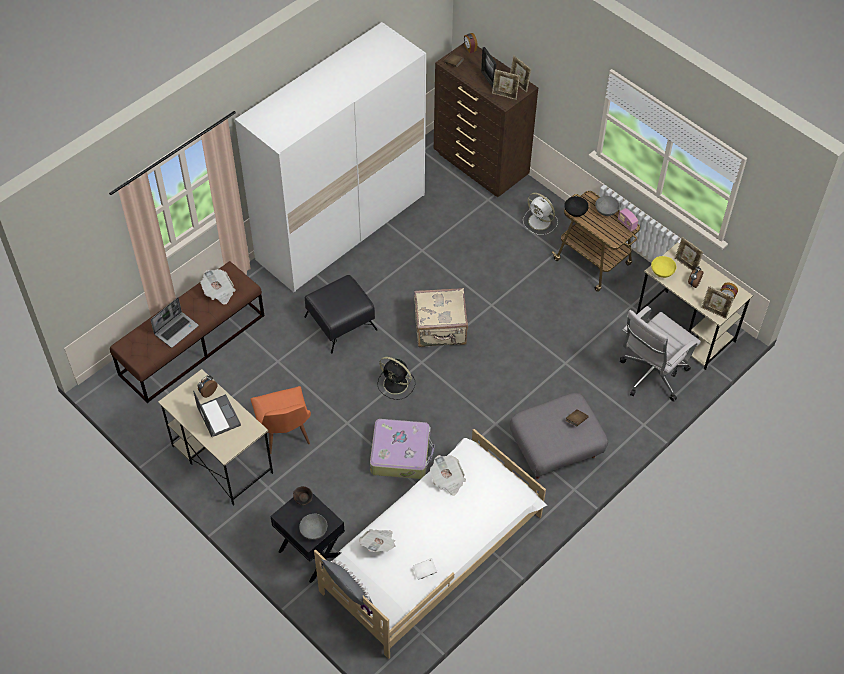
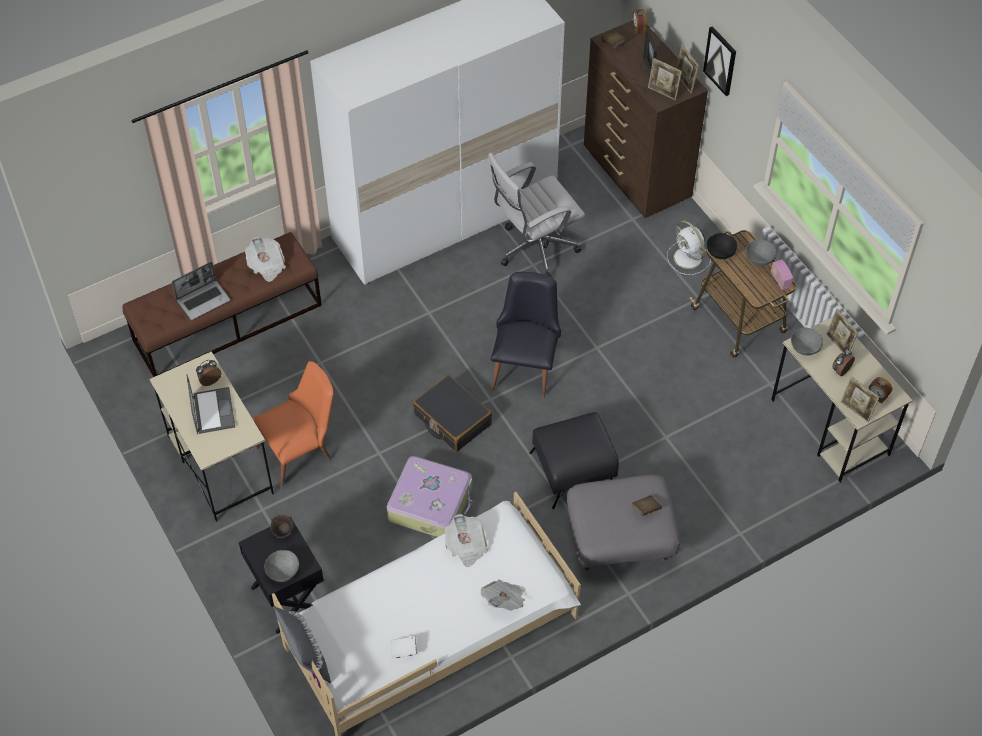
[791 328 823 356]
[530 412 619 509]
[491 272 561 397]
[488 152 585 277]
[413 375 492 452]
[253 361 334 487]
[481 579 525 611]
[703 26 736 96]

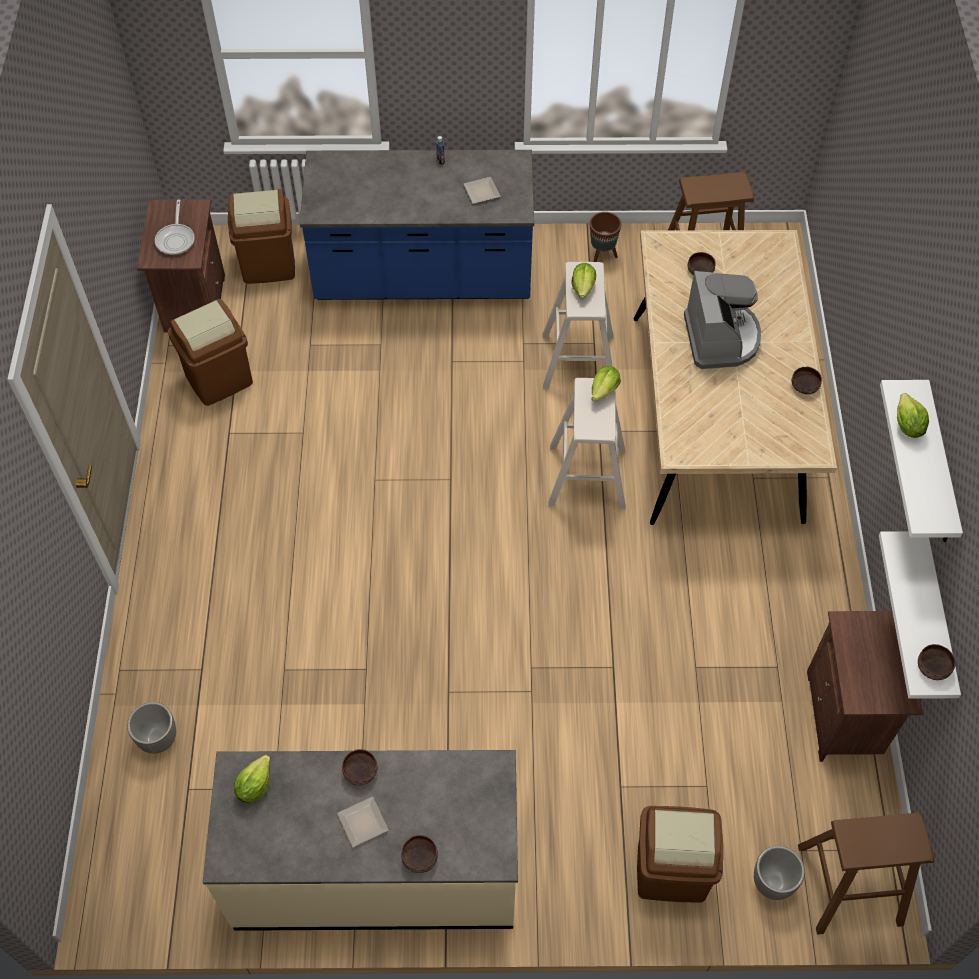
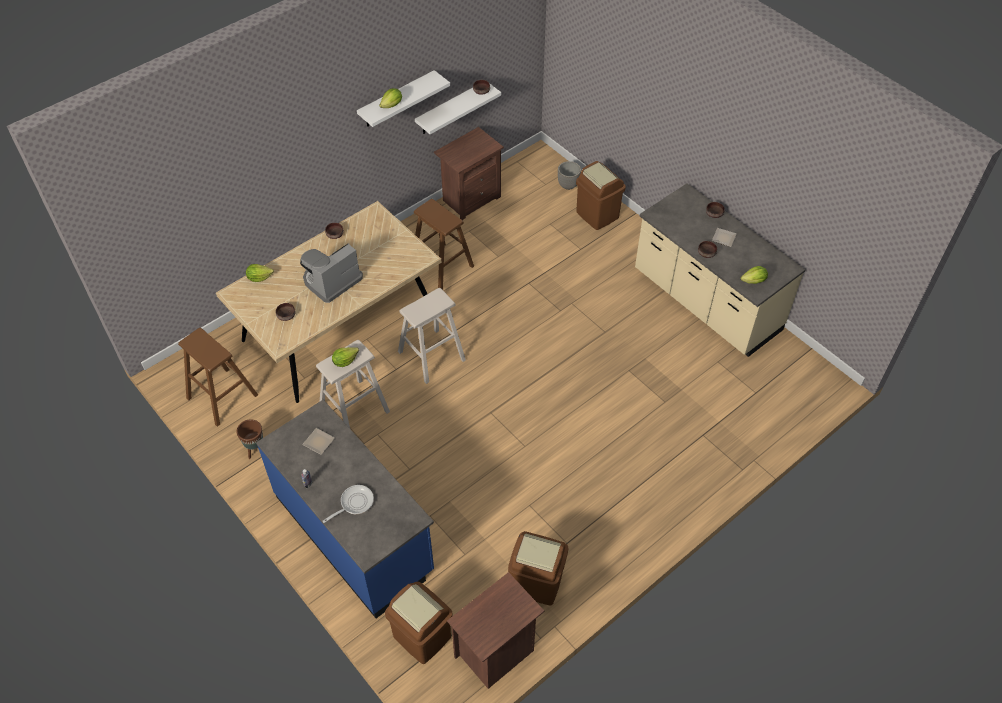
[322 485 374 523]
[246 264 274 282]
[127 702 176 754] (first image)
[414 199 474 290]

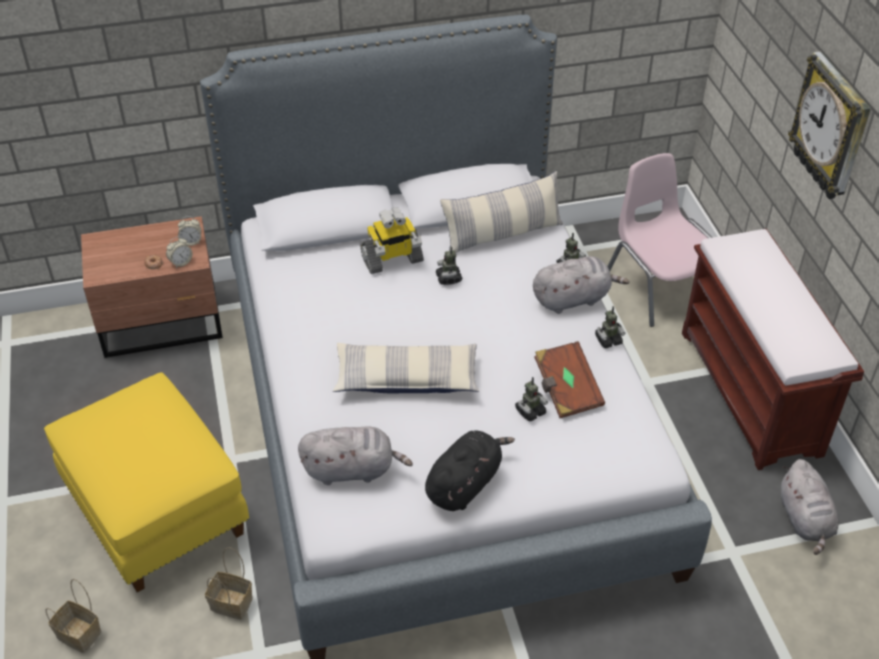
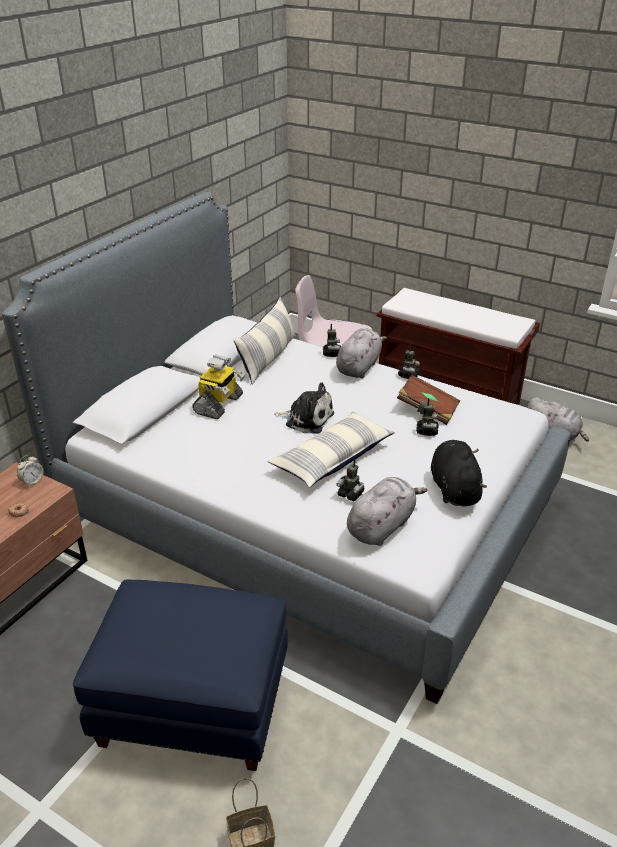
[788 52 871 199] (first image)
[166 236 192 268] (first image)
[337 459 364 501]
[73 580 288 771]
[205 547 253 619] (first image)
[274 382 334 434]

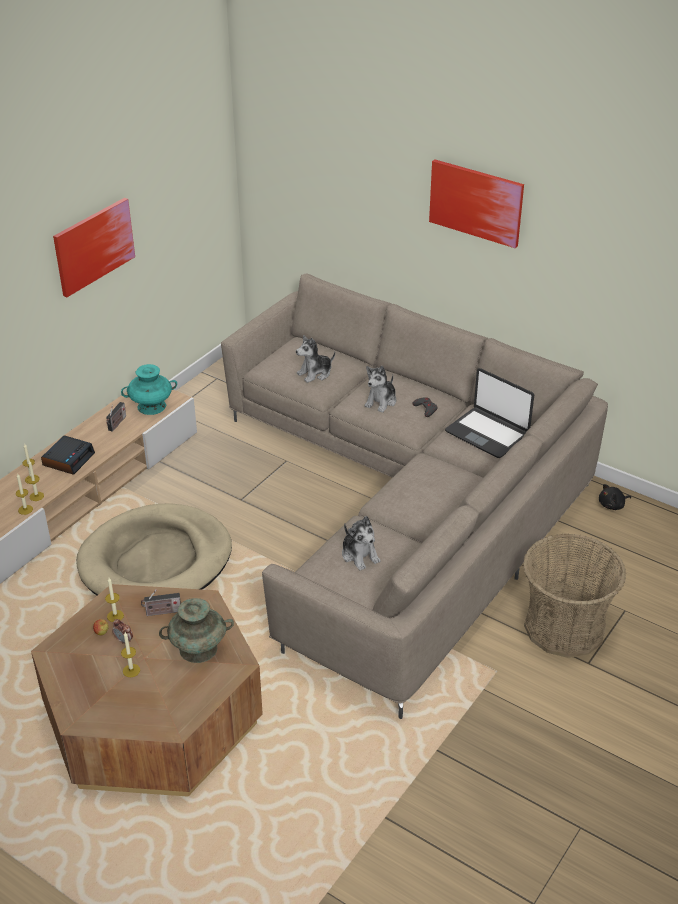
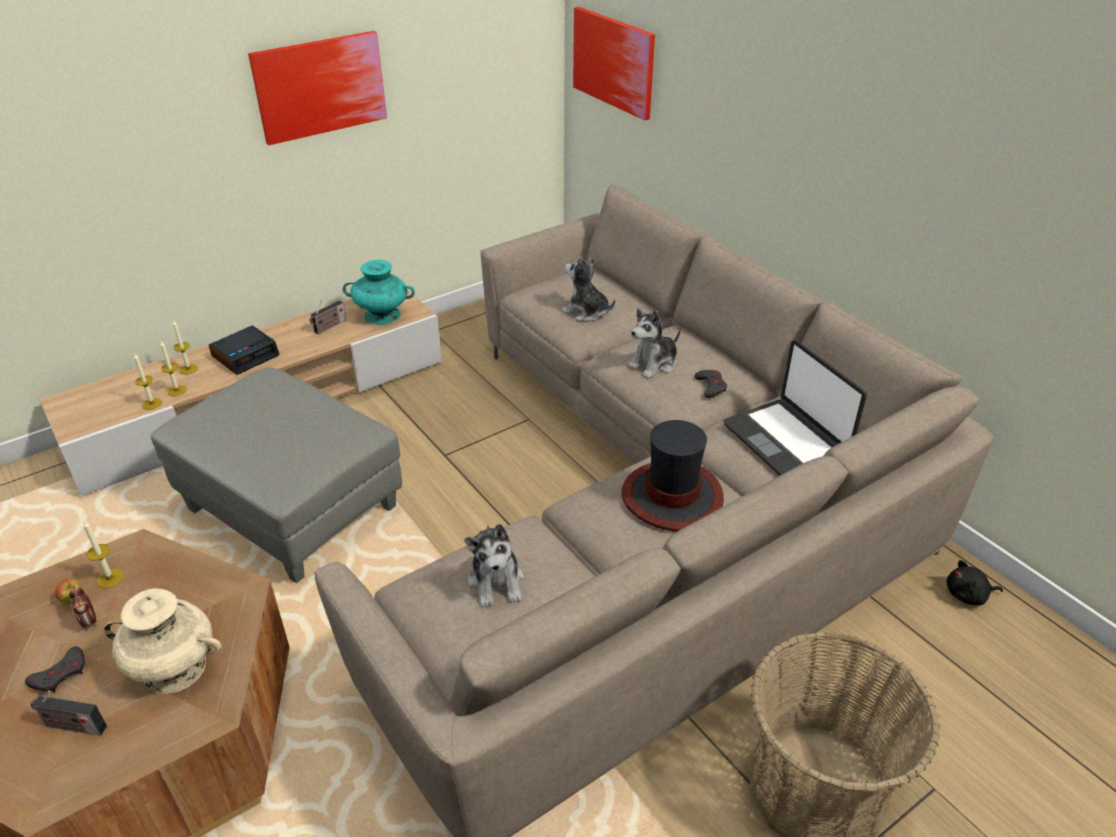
[573 7 655 120]
[562 255 615 322]
[151 367 402 583]
[30 691 107 736]
[104 588 222 694]
[25 646 85 693]
[622 420 724 531]

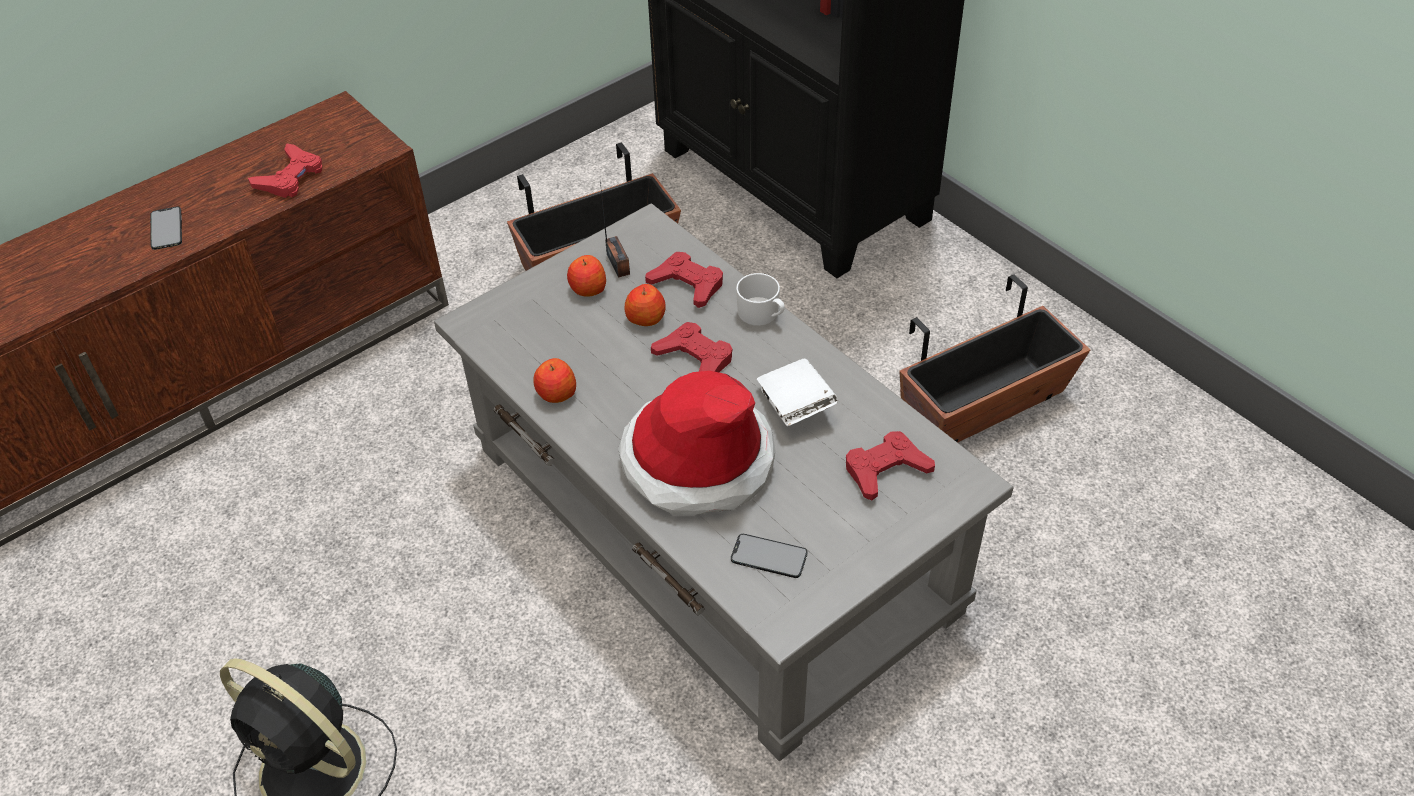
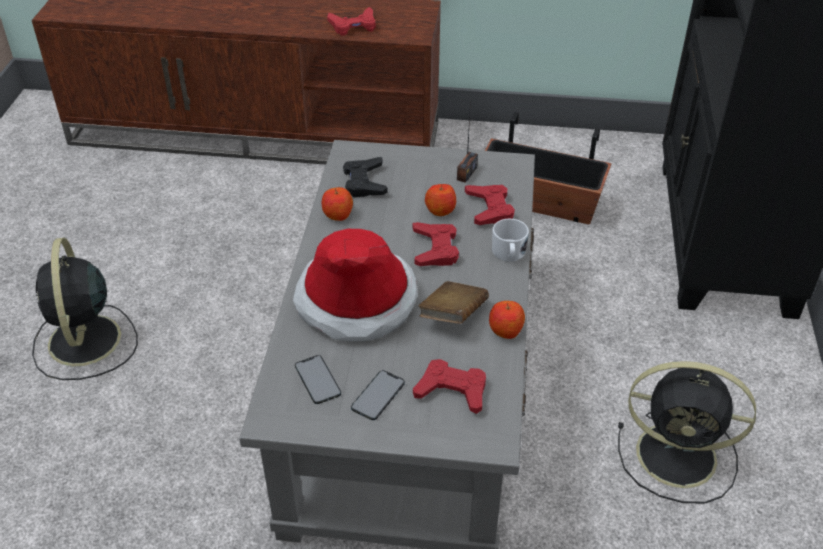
[351 370 405 420]
[489 301 525 339]
[618 361 756 504]
[418 281 489 324]
[343 157 388 197]

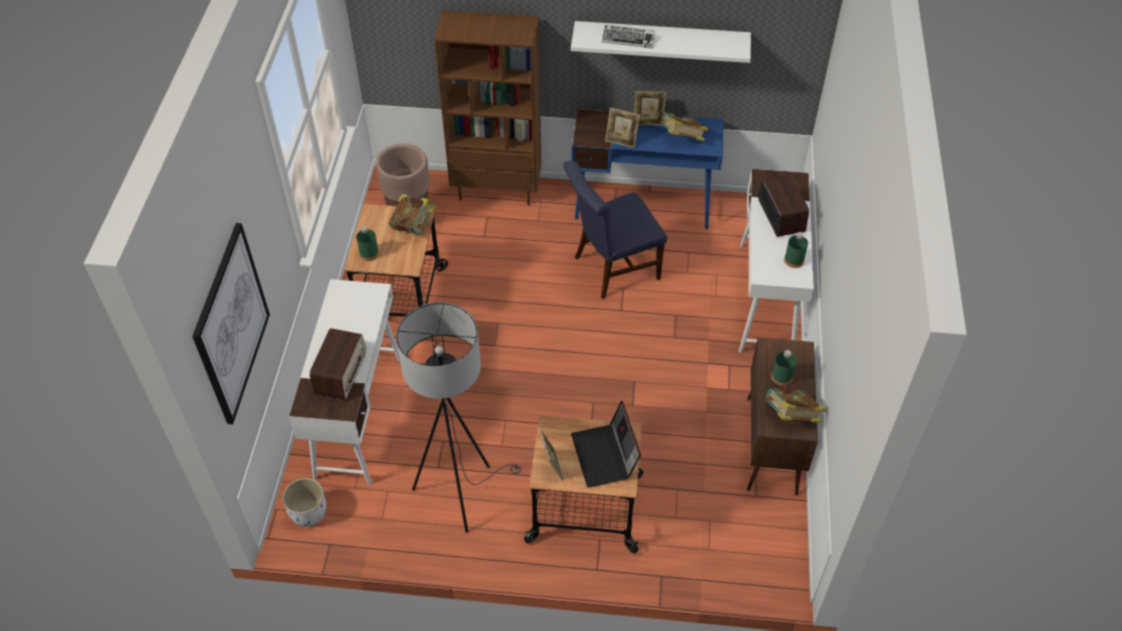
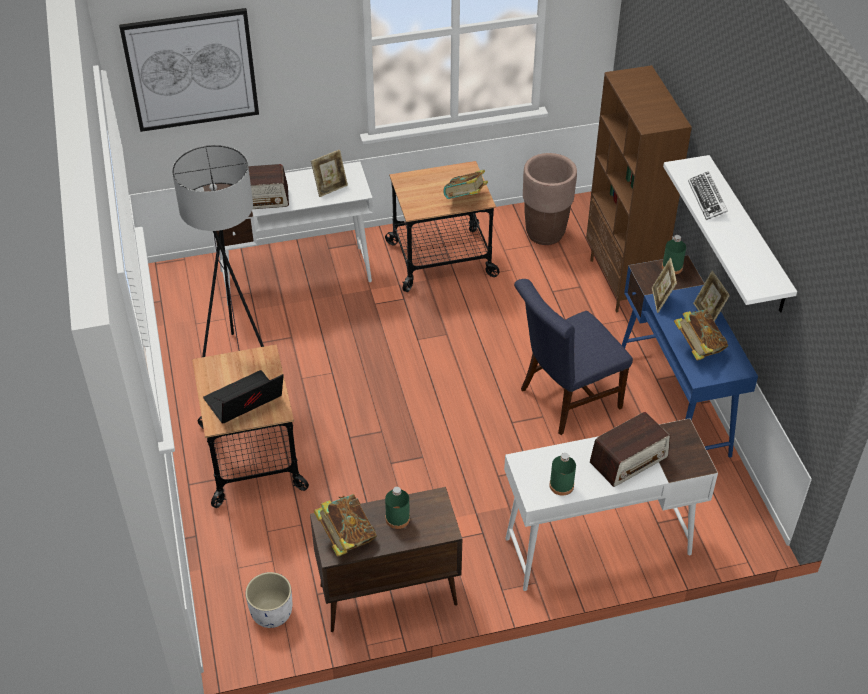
[514 279 633 435]
[662 235 686 274]
[311 150 348 197]
[245 572 292 628]

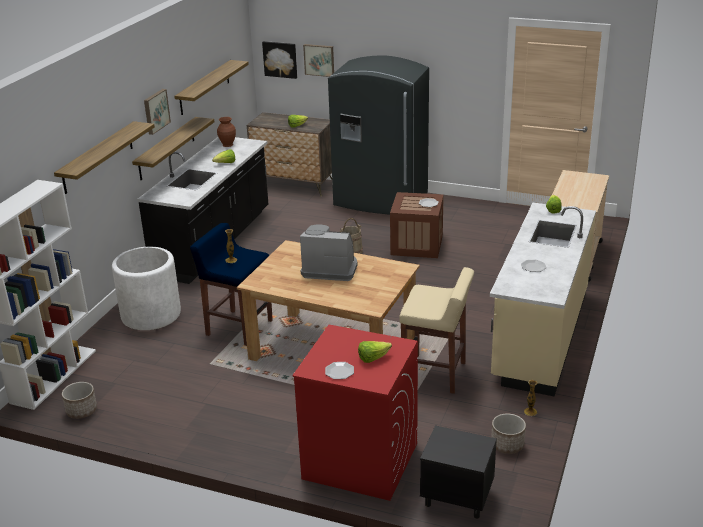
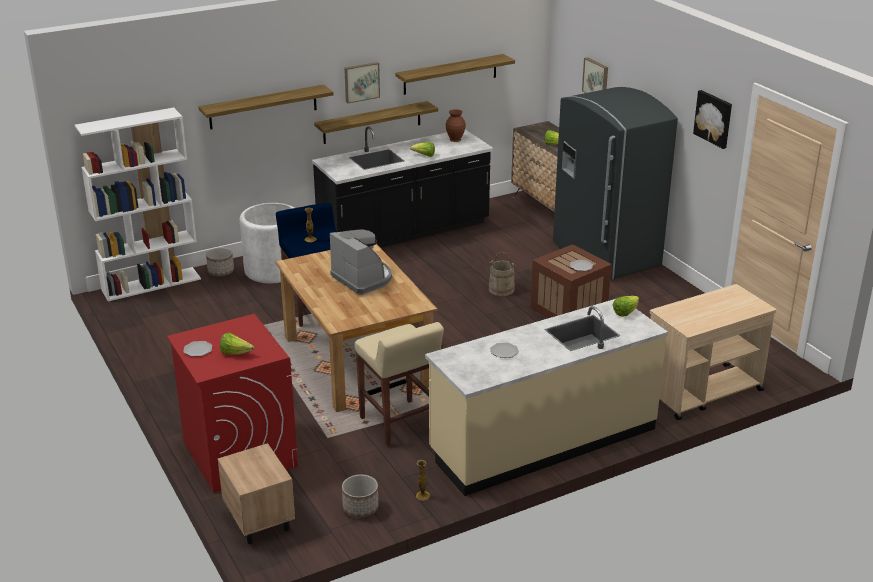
[693 90 732 149]
[206 247 234 276]
[218 443 295 544]

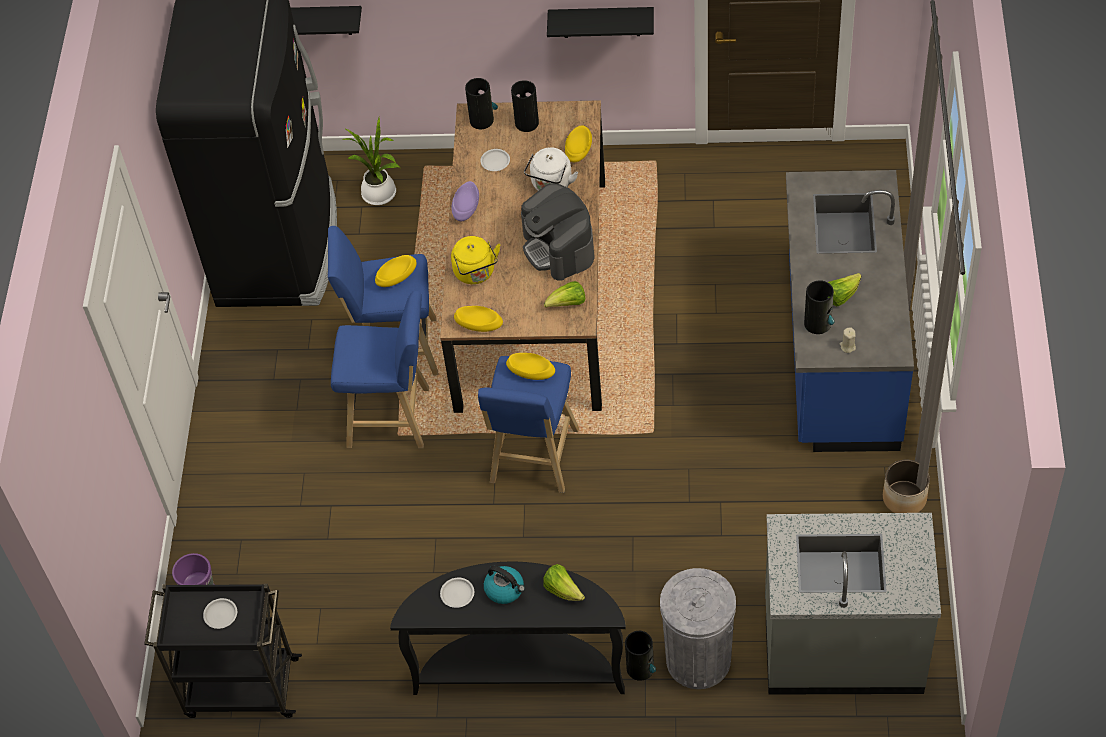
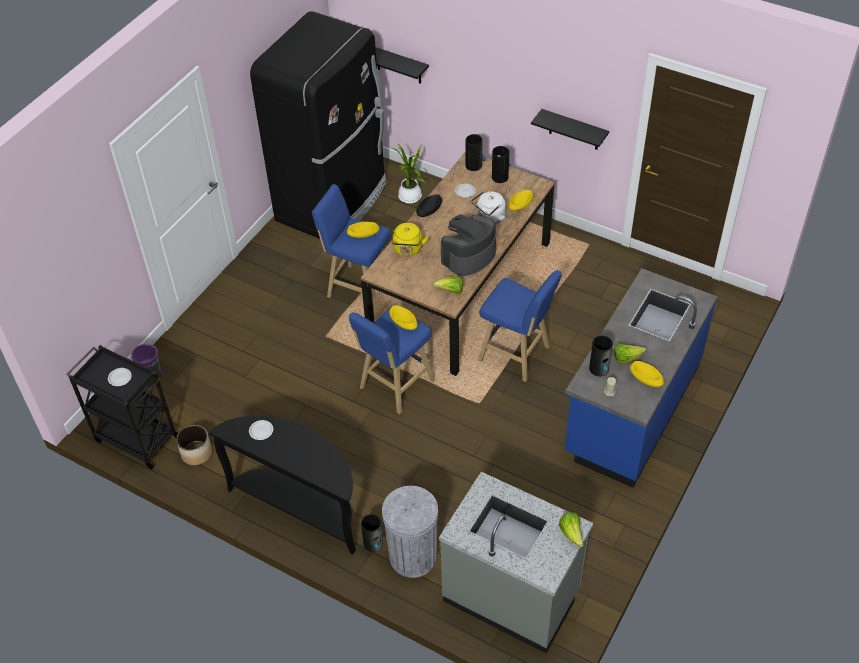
[416 194 442 217]
[441 214 496 276]
[478 270 562 382]
[630 361 664 387]
[176 425 212 465]
[559 512 584 547]
[484 566 525 604] (first image)

